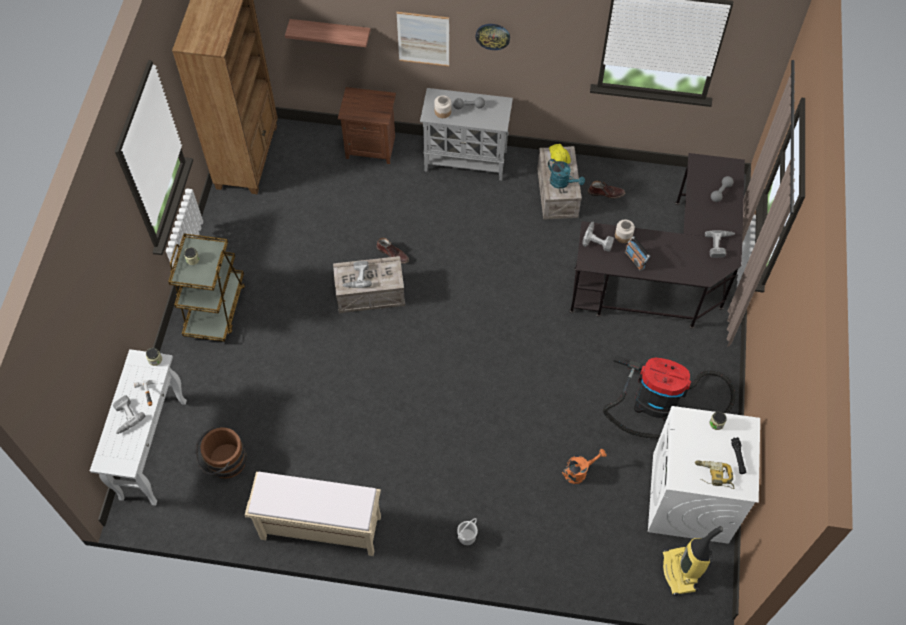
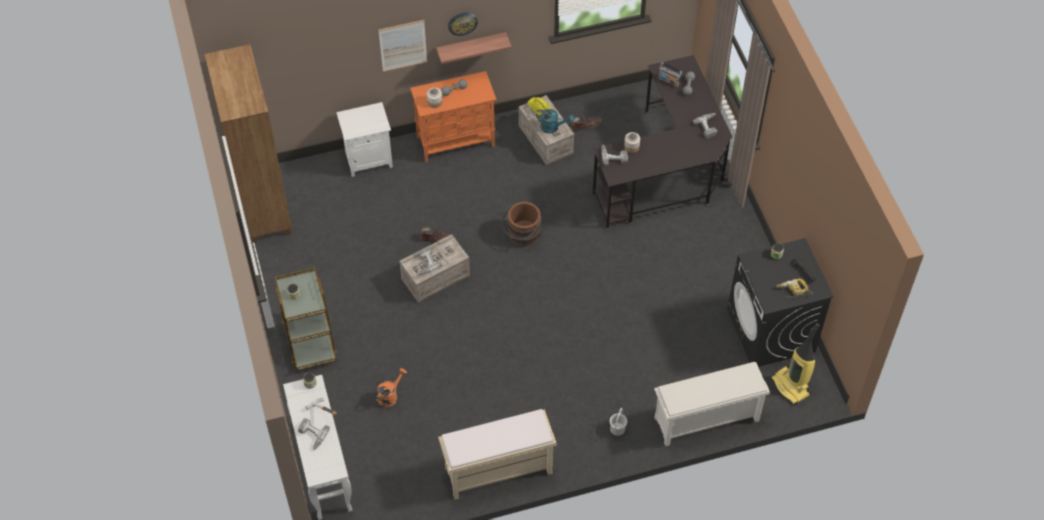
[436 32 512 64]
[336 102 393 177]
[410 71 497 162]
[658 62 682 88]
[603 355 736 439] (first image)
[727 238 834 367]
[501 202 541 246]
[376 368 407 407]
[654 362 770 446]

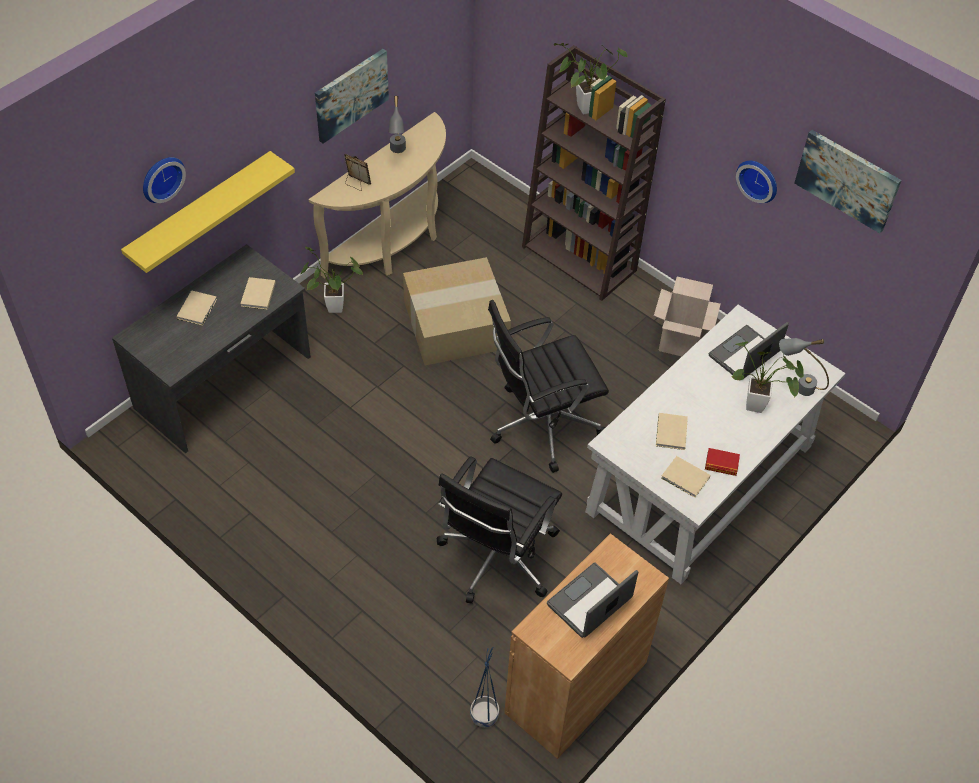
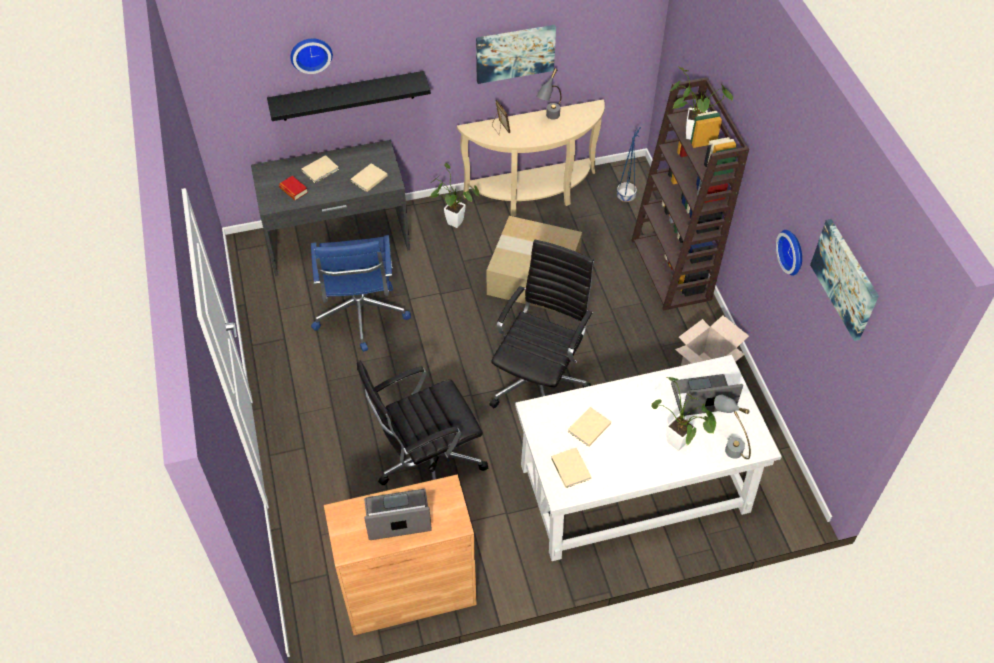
[267 71 431 121]
[489 240 594 408]
[279 176 308 200]
[617 127 641 202]
[311 235 411 352]

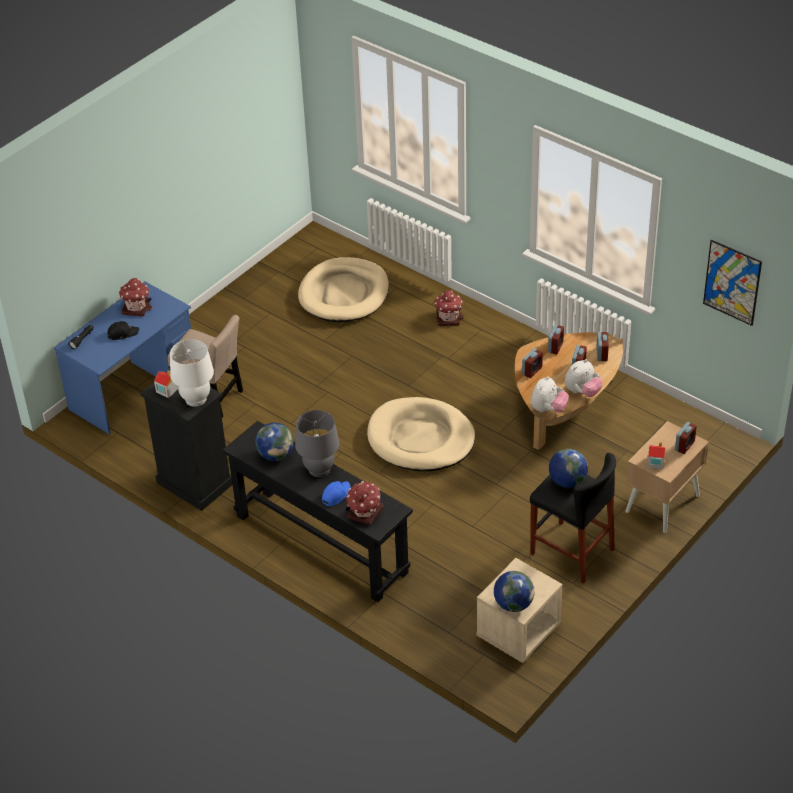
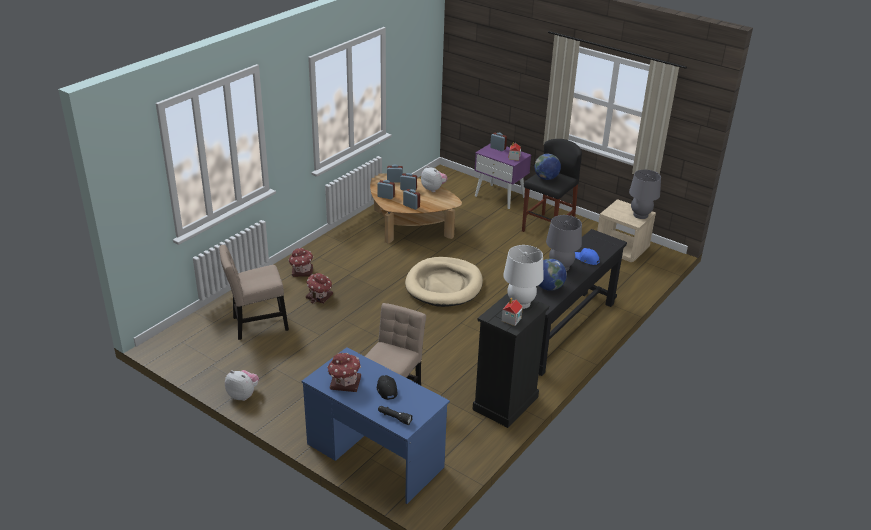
[703 240 762 326] (first image)
[219 245 289 340]
[225 370 259 401]
[474 143 531 209]
[306 273 333 304]
[629 170 661 219]

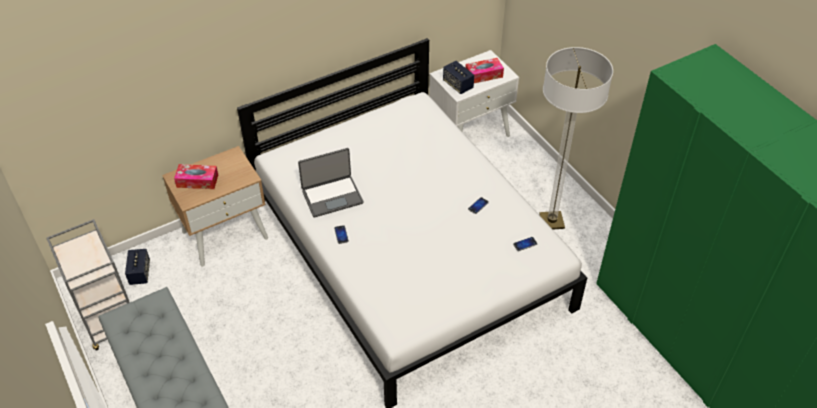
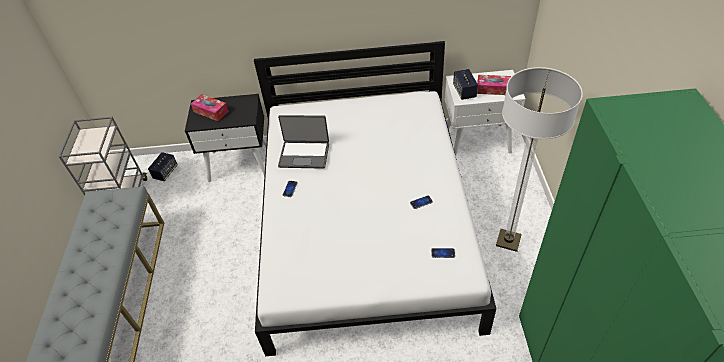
[185 94 267 182]

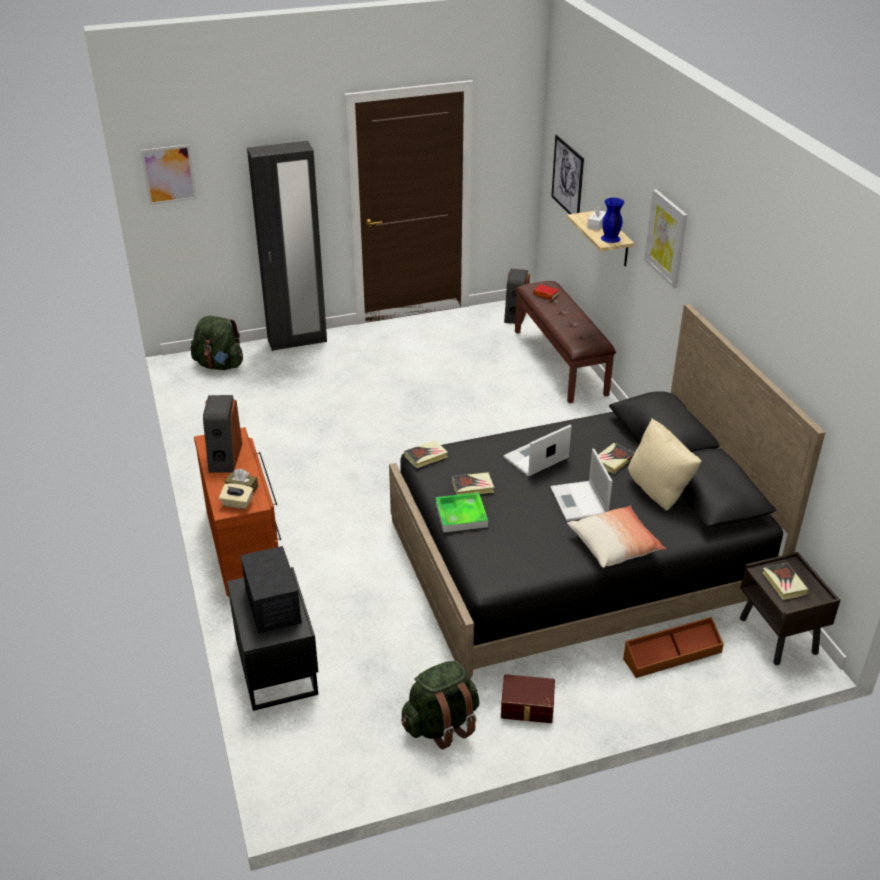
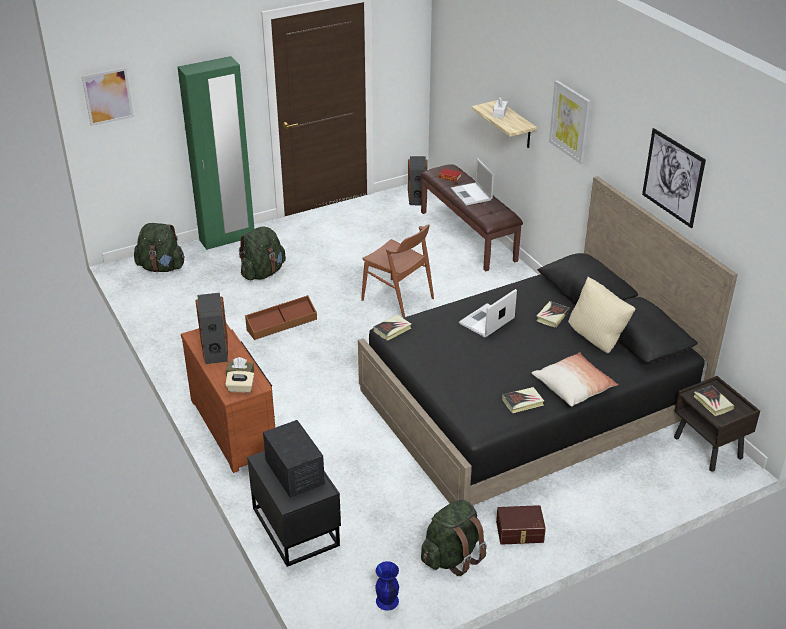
[642 128 706 228]
[178 56 254 250]
[375 561 399 611]
[451 158 494 206]
[502 387 544 413]
[436 492 488 533] (first image)
[245 295 317 340]
[361 225 434 318]
[239 226 286 280]

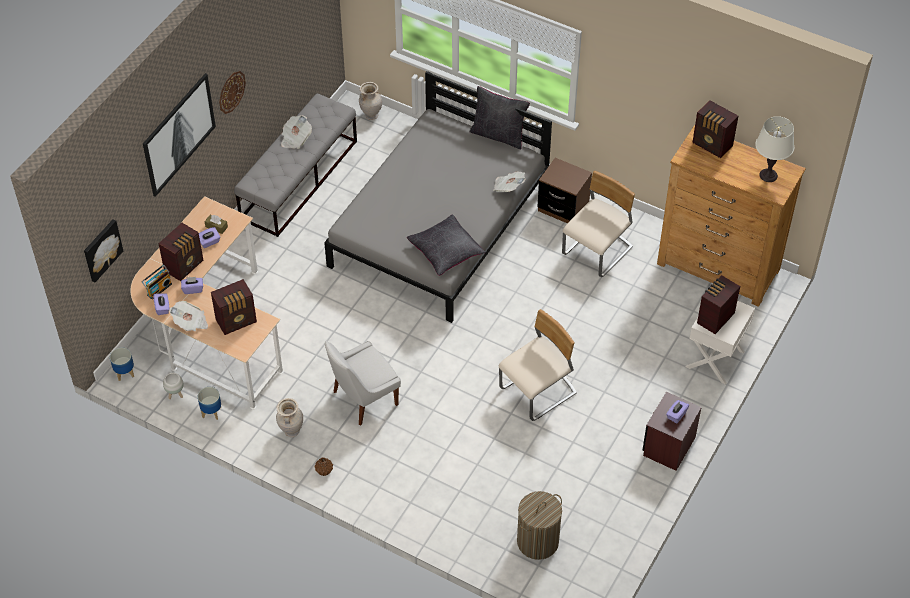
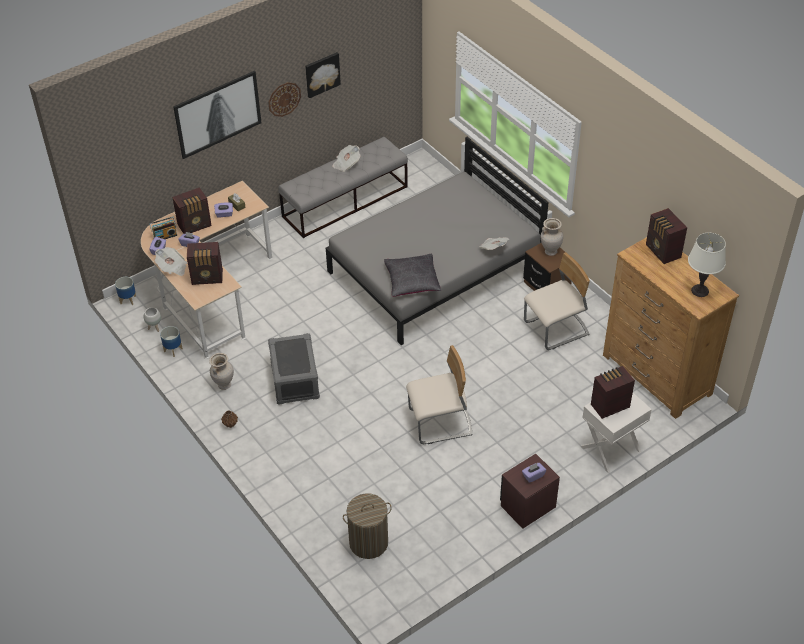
[541 218 563 256]
[469 86 530 149] (first image)
[305 52 341 98]
[268 333 320 404]

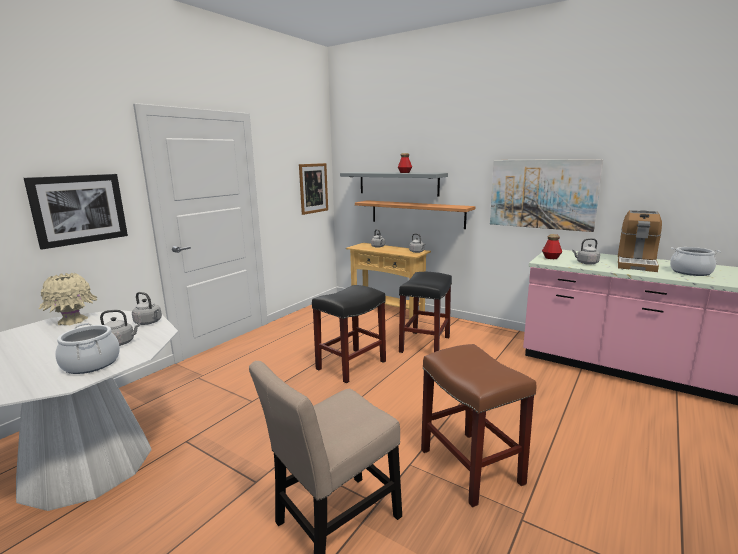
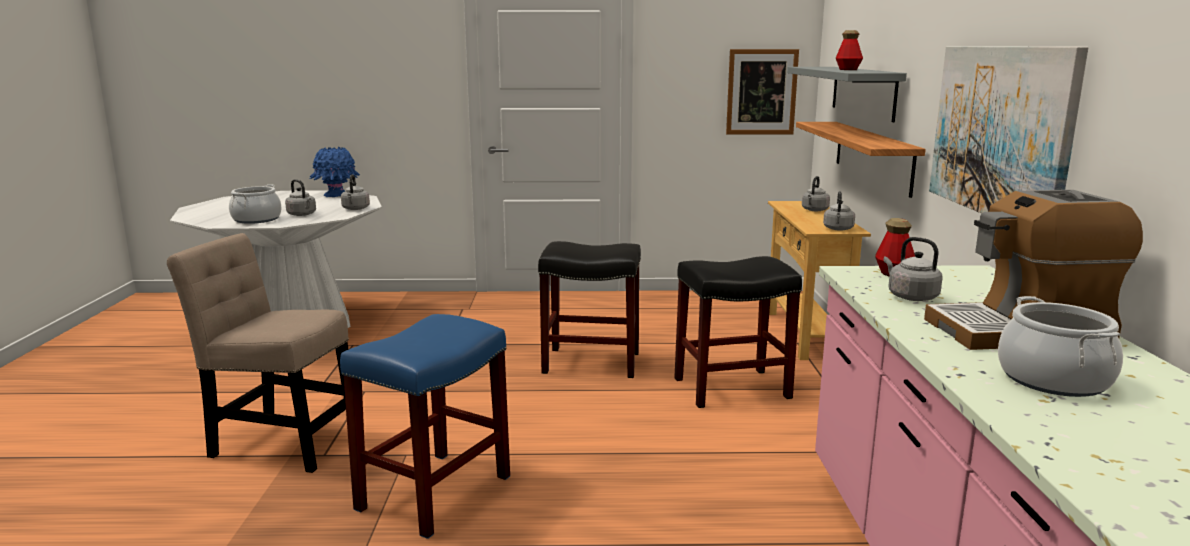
[24 174 128 250] (first image)
[310 147 360 197]
[340 314 510 539]

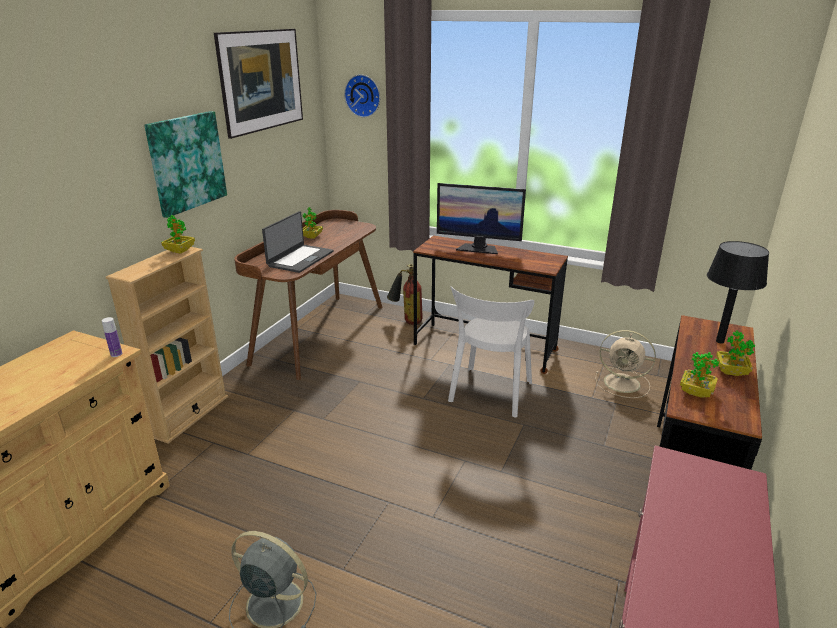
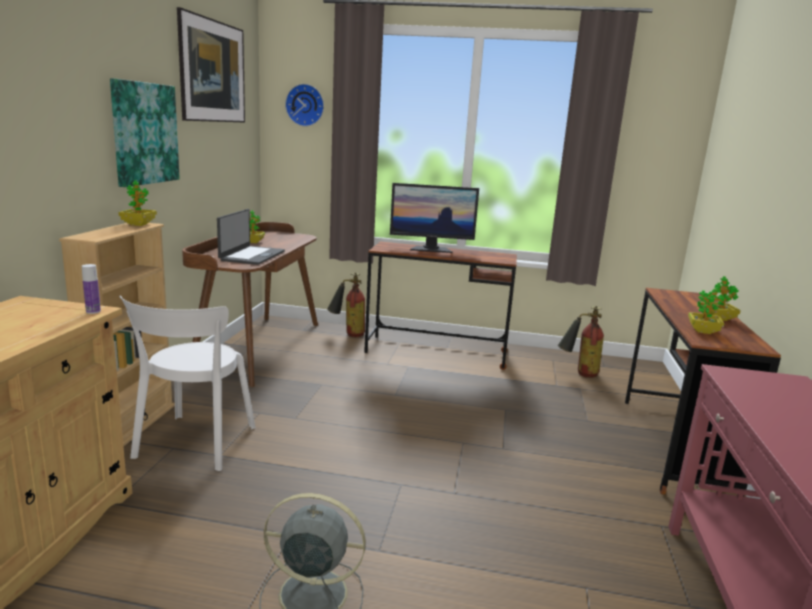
[707 241 769 343] (first image)
[119 296 255 471]
[558 306 604 378]

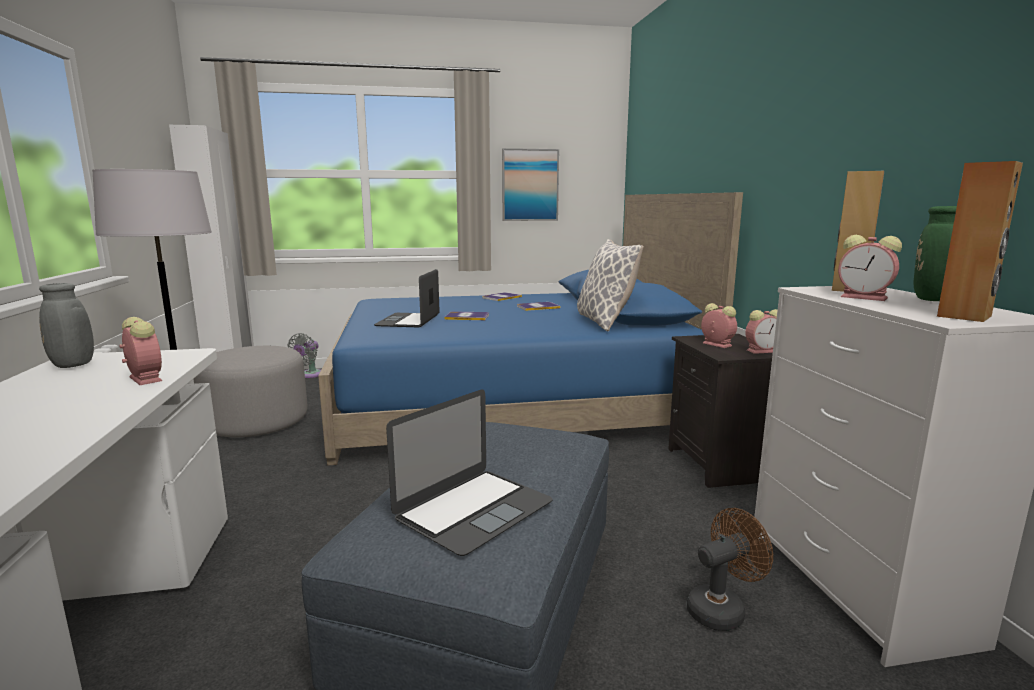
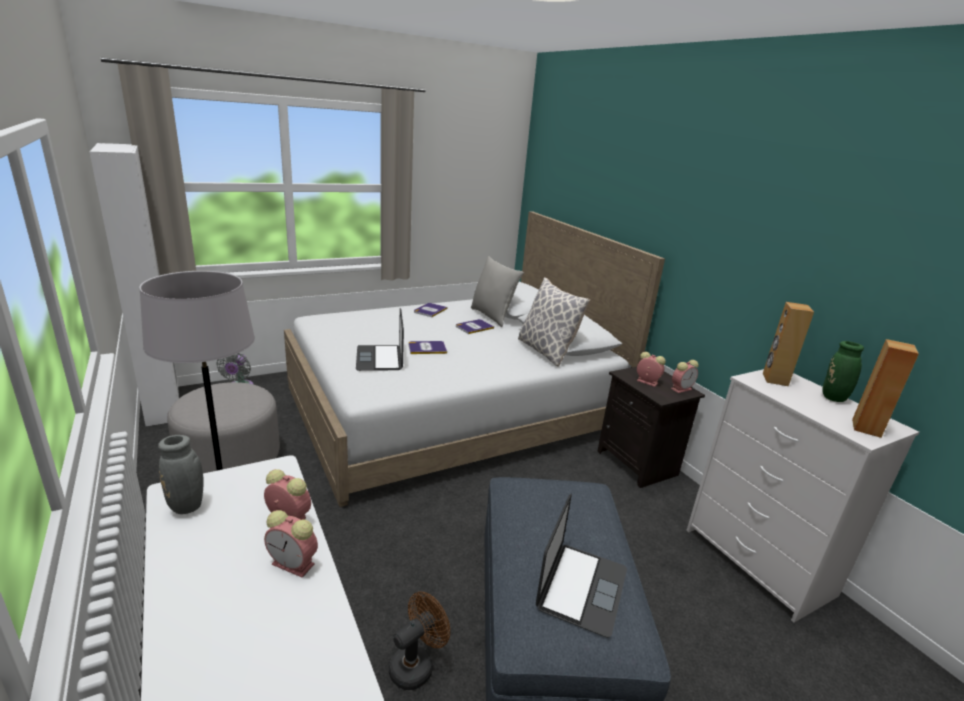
[502 148 559 221] (first image)
[284 211 665 507]
[264 510 318 578]
[389 592 450 690]
[471 256 524 327]

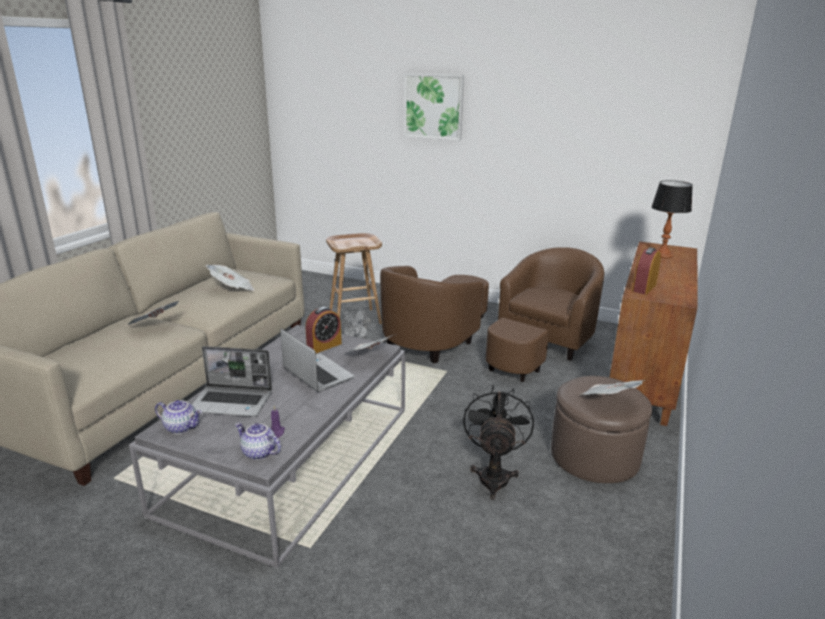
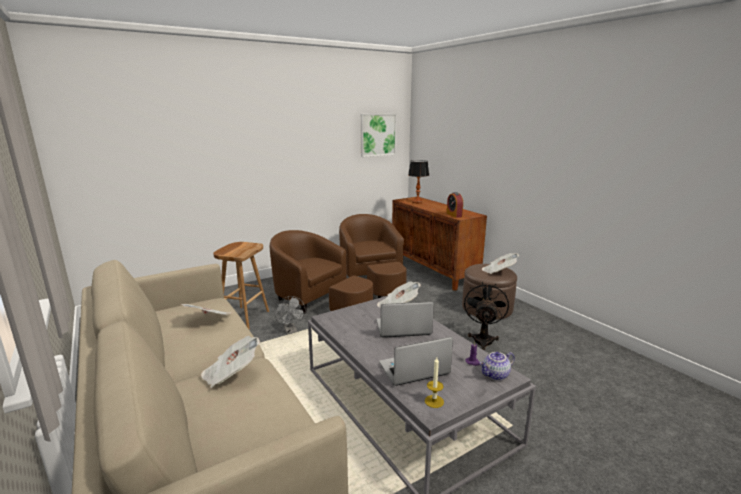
[361 113 397 157]
[270 230 373 314]
[306 307 342 353] (first image)
[379 337 453 386]
[464 282 509 351]
[425 358 444 408]

